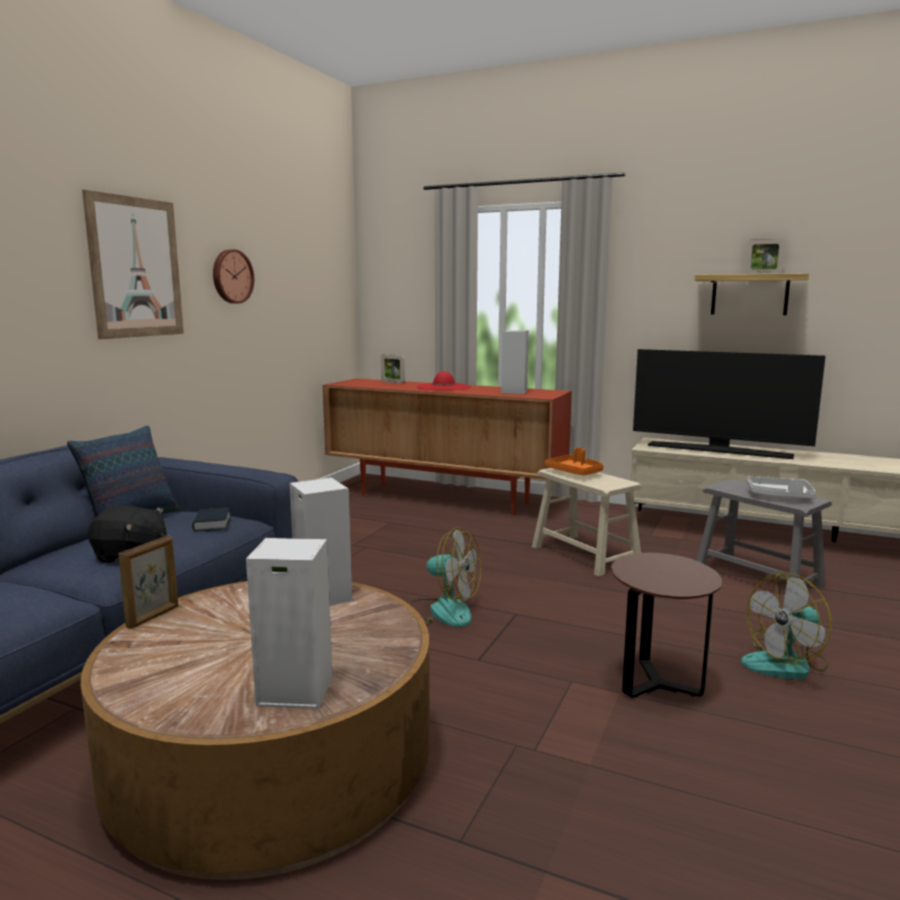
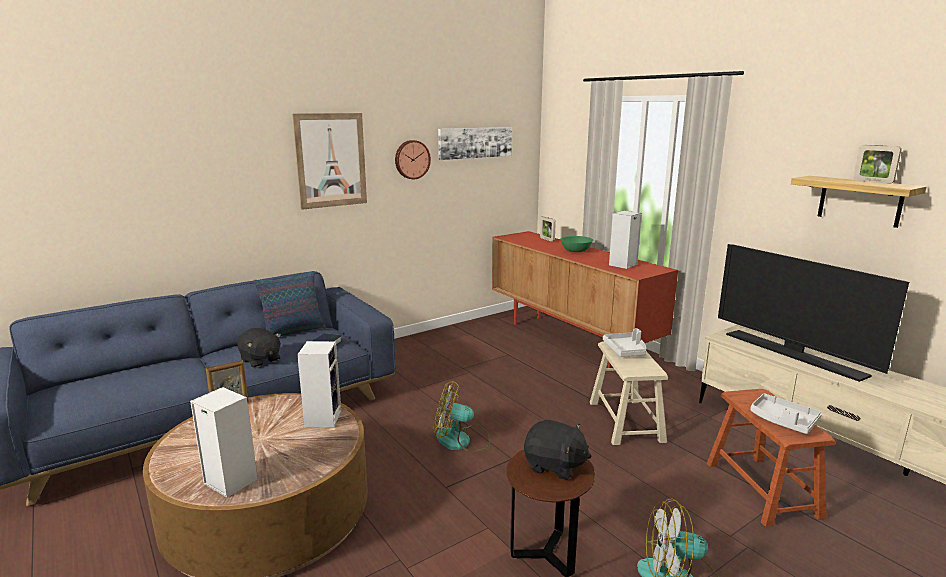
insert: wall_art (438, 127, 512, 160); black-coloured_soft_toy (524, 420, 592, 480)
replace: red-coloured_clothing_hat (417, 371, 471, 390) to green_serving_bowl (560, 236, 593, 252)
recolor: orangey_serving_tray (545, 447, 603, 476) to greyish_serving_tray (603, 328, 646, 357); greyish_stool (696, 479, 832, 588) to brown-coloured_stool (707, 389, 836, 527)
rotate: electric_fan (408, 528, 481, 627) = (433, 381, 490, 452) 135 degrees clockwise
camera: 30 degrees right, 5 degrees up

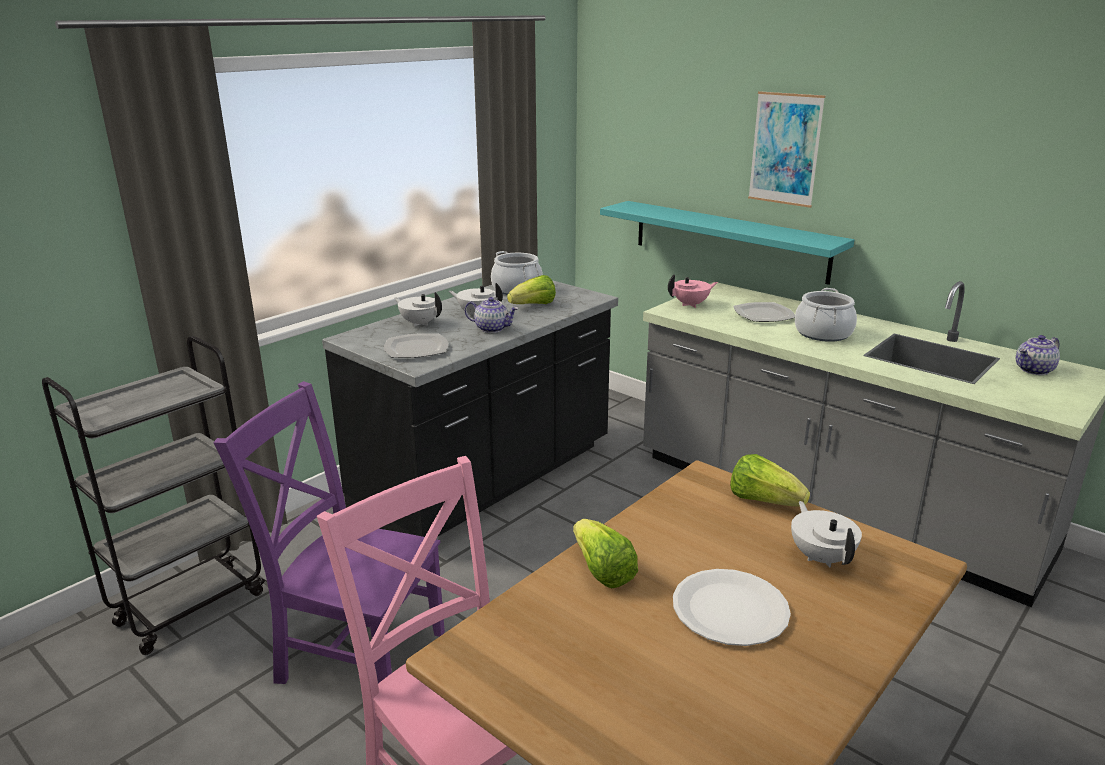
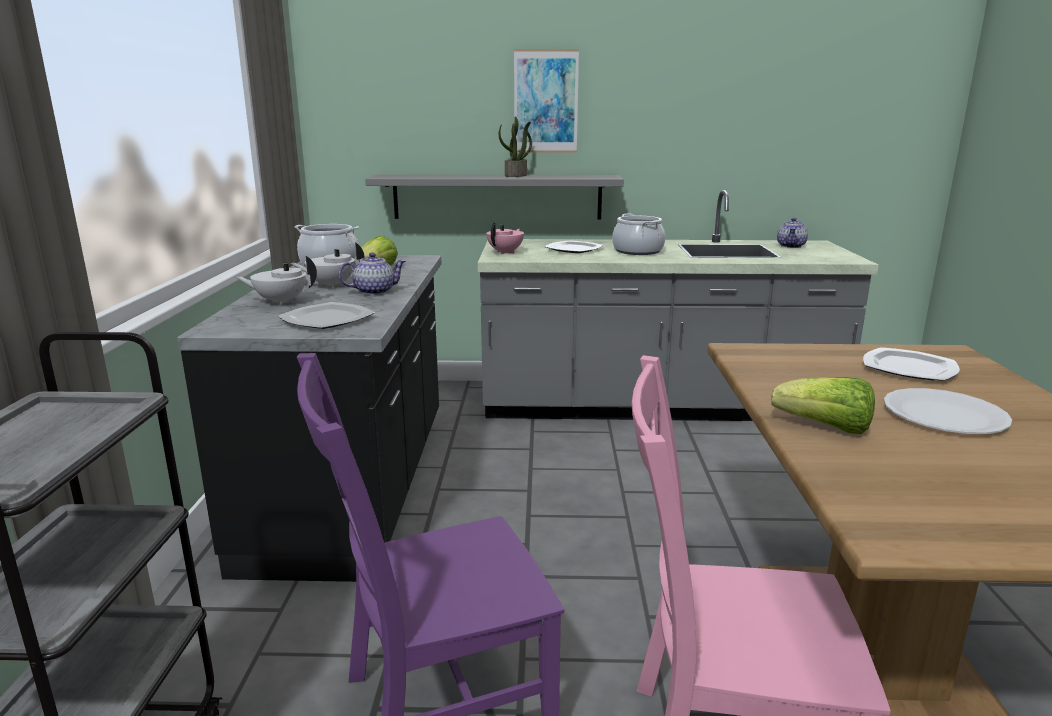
delete: head_of_lettuce (730, 454, 810, 506)
insert: potted_plant (499, 116, 532, 177)
replace: white-coloured_pot_for_tea (791, 501, 862, 568) to dinner_plate (863, 347, 960, 381)
recolor: turquoise-coloured_shelf (600, 201, 854, 285) to greyish_shelf (365, 174, 624, 220)
camera: 40 degrees left, 5 degrees down

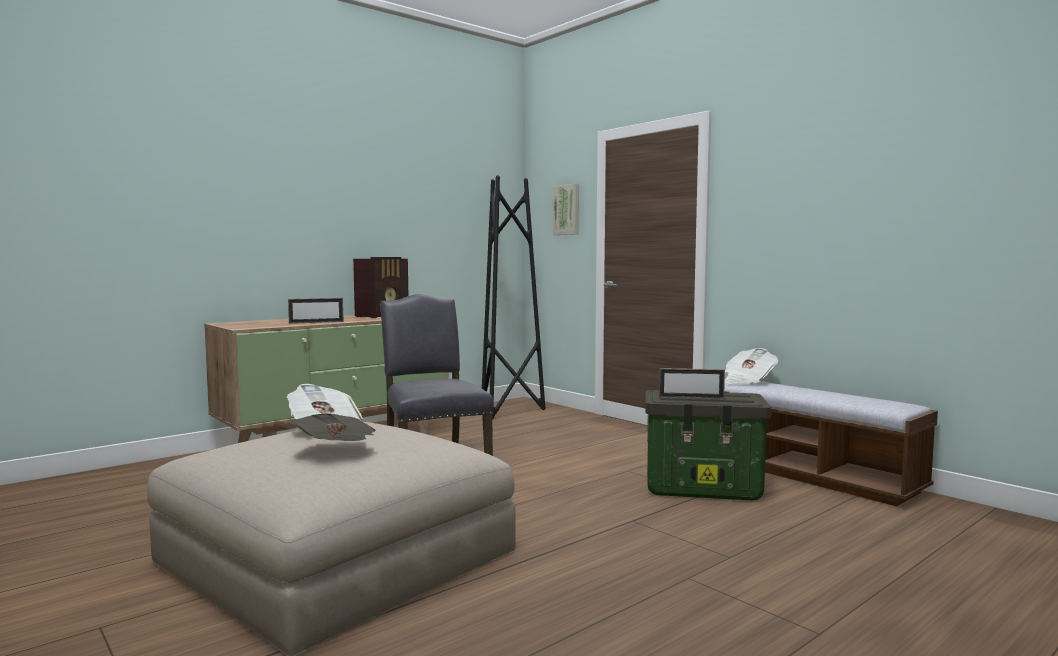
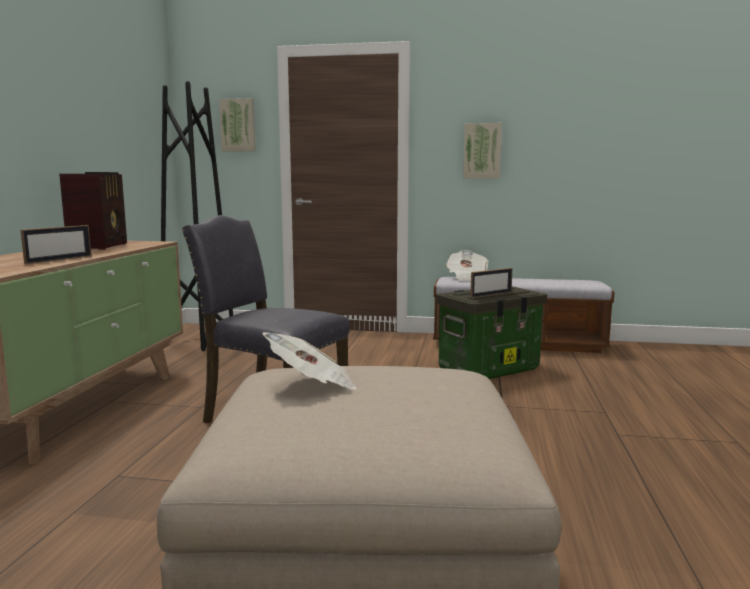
delete: daily_paper (289, 413, 375, 441)
insert: wall_art (463, 123, 502, 178)
camera: 40 degrees left, 5 degrees up

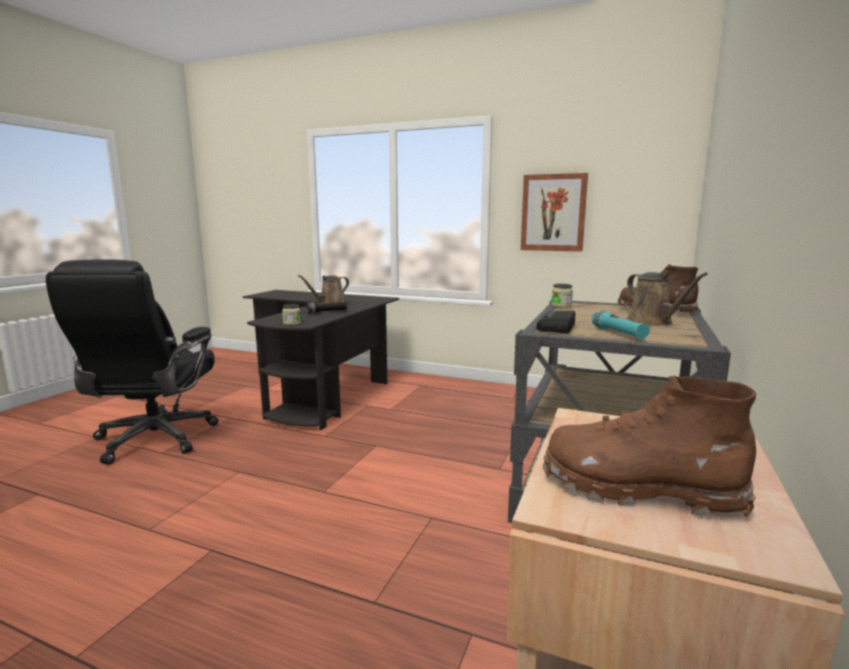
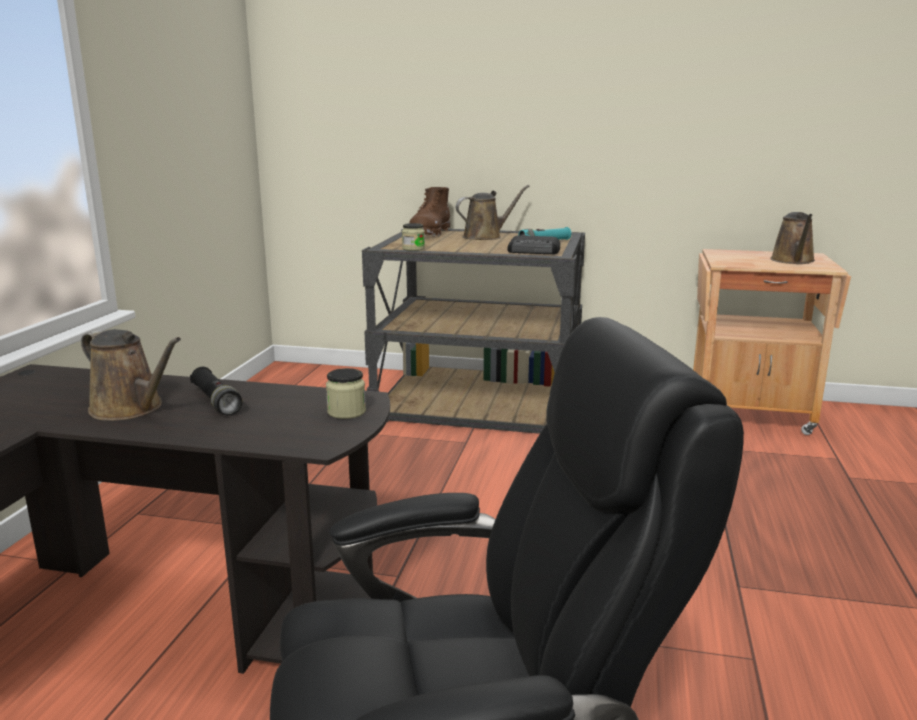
delete: wall_art (521, 173, 588, 252)
replace: brown-coloured_tall_boot (542, 376, 756, 517) to brown-coloured_watering_pot (770, 212, 815, 264)
camera: 100 degrees left, 5 degrees up

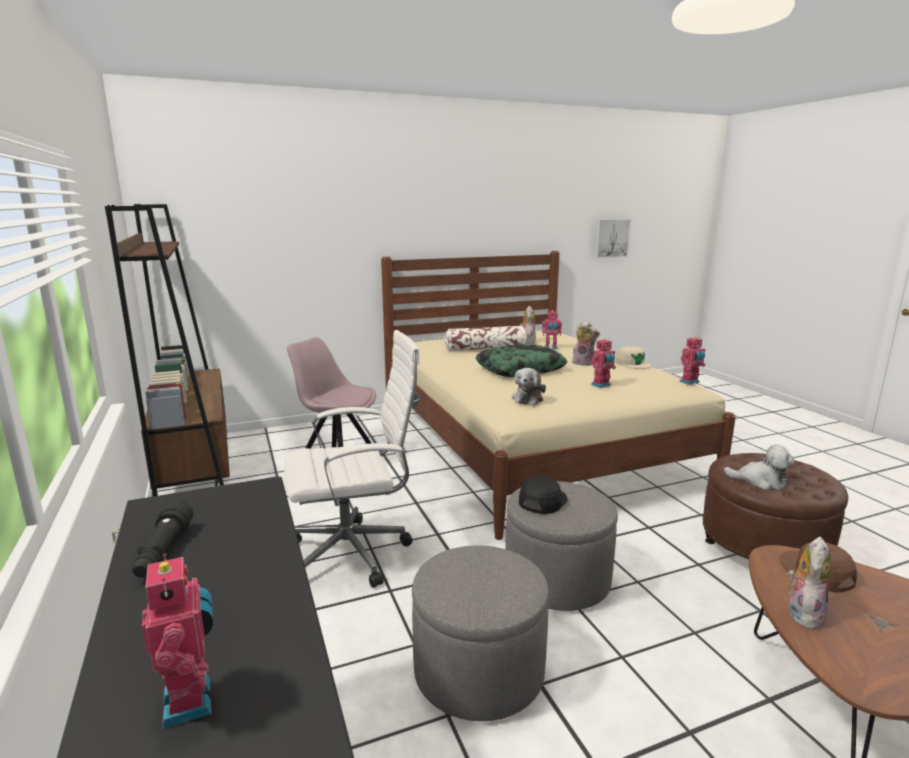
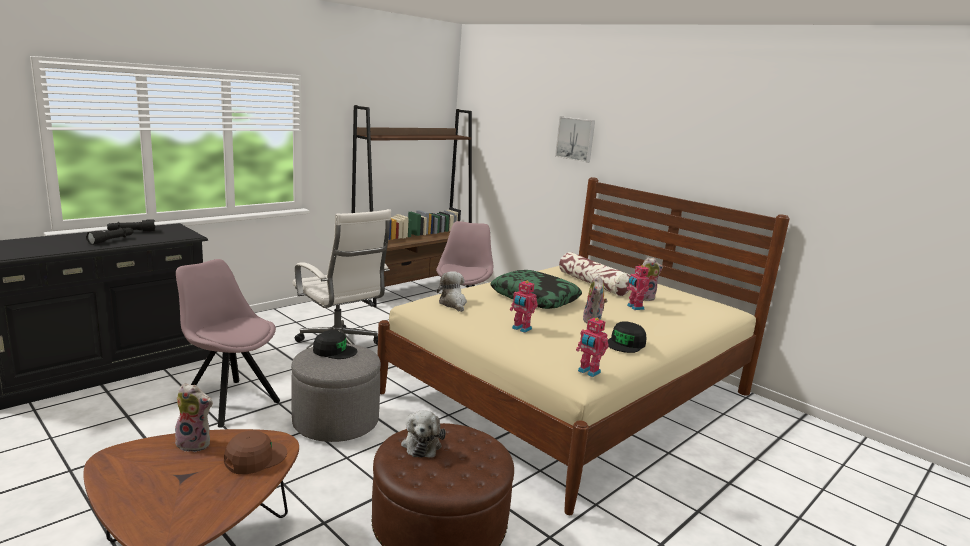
delete: robot_figure (142, 554, 213, 729)
insert: black-coloured_hand_torch (86, 227, 134, 245)
move: wall_art (594, 219, 631, 258) to (555, 117, 595, 162)
replace: greyish_ottoman (412, 545, 549, 721) to pinkish_plain_chair (176, 259, 280, 428)
recolor: beige-coloured_cap (615, 346, 651, 369) to black-coloured_cap (608, 322, 647, 353)
rotate: soft_toy (512, 368, 546, 405) = (437, 271, 467, 312) 75 degrees clockwise
camera: 65 degrees right, 0 degrees up

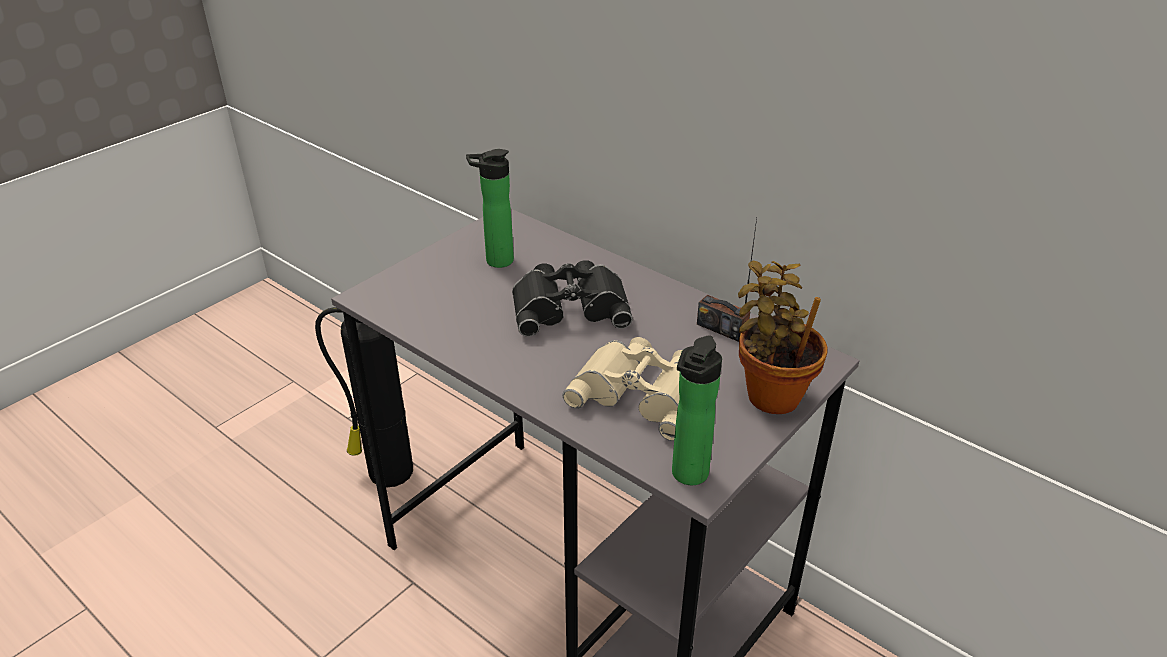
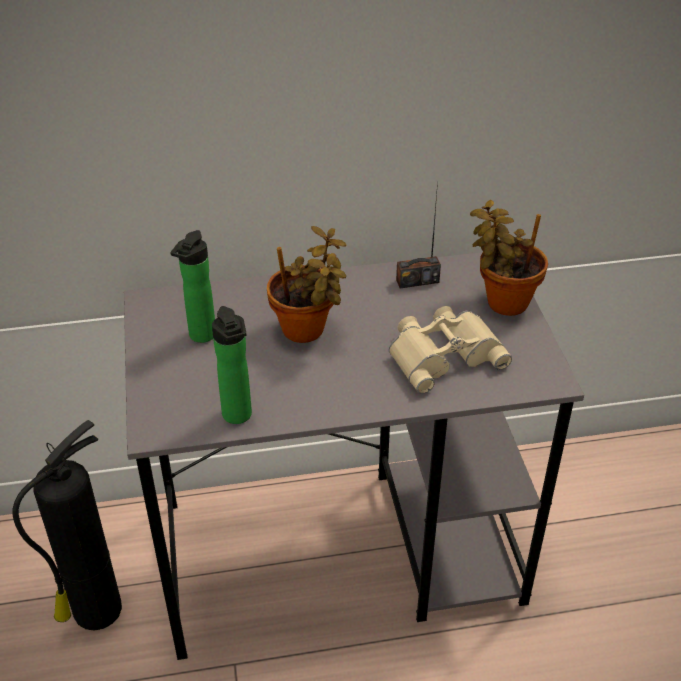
move: beverage_bottle (672, 335, 722, 485) to (212, 306, 252, 424)
replace: black-coloured_pair_of_binoculars (512, 260, 633, 337) to potted_plant (267, 226, 346, 343)
camera: 50 degrees left, 5 degrees up

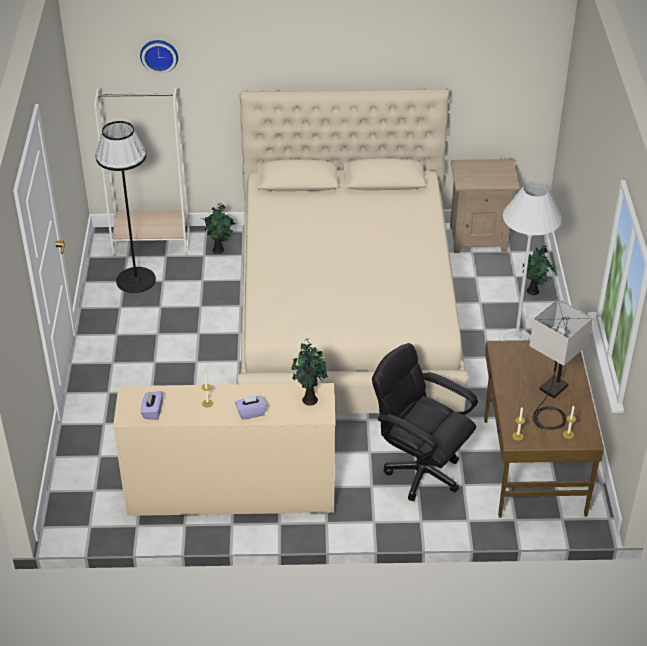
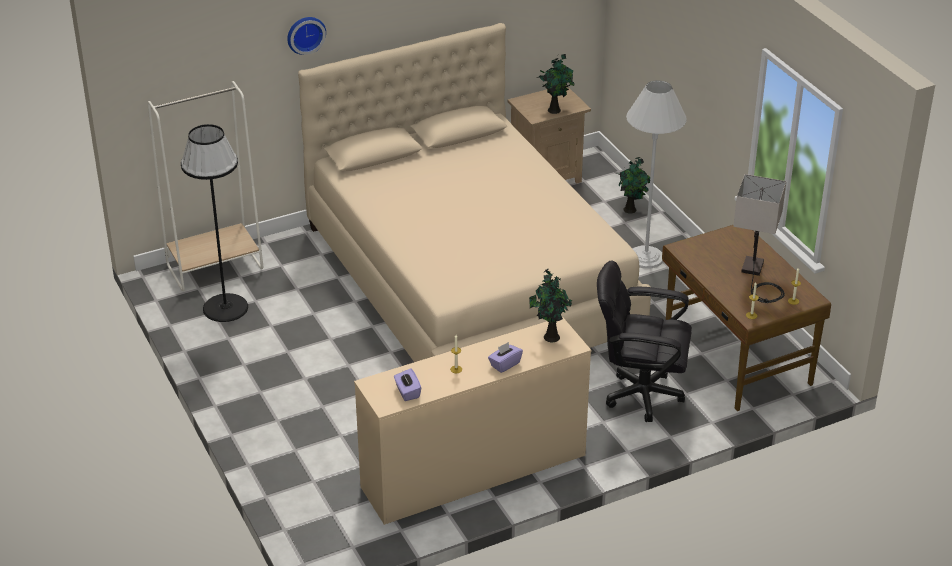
move: clock_on_the_wall (140, 40, 178, 74) to (287, 17, 326, 55); potted_plant (204, 203, 235, 254) to (537, 54, 575, 114)
camera: 25 degrees left, 5 degrees down

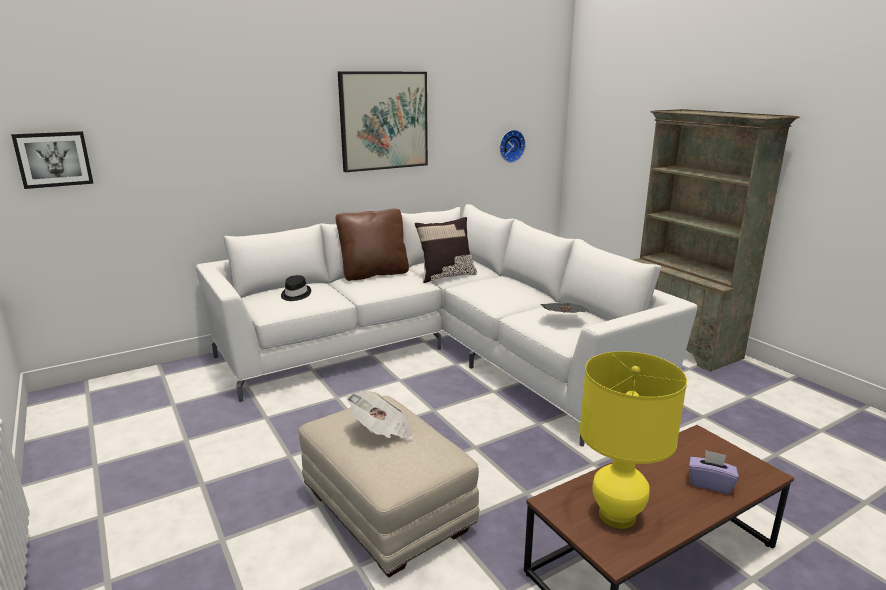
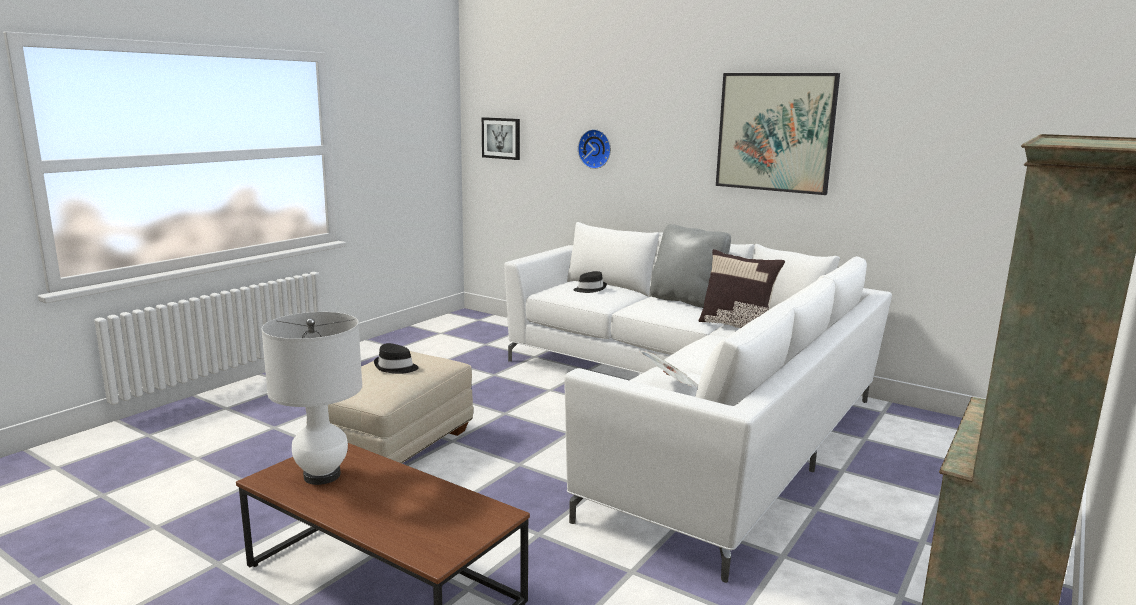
delete: purplish_tissue_holder (689, 450, 739, 494)
move: clock_on_the_wall (500, 130, 526, 163) to (578, 129, 611, 169)
replace: daily_paper (346, 391, 413, 440) to black-coloured_clothing_hat (374, 343, 419, 374)
recolor: brown-coloured_throw_pillow (336, 209, 409, 281) to greyish_throw_pillow (650, 224, 731, 308); yellow-coloured_table_lamp (580, 351, 687, 529) to white-coloured_table_lamp (261, 312, 362, 485)
camera: 65 degrees right, 5 degrees down

